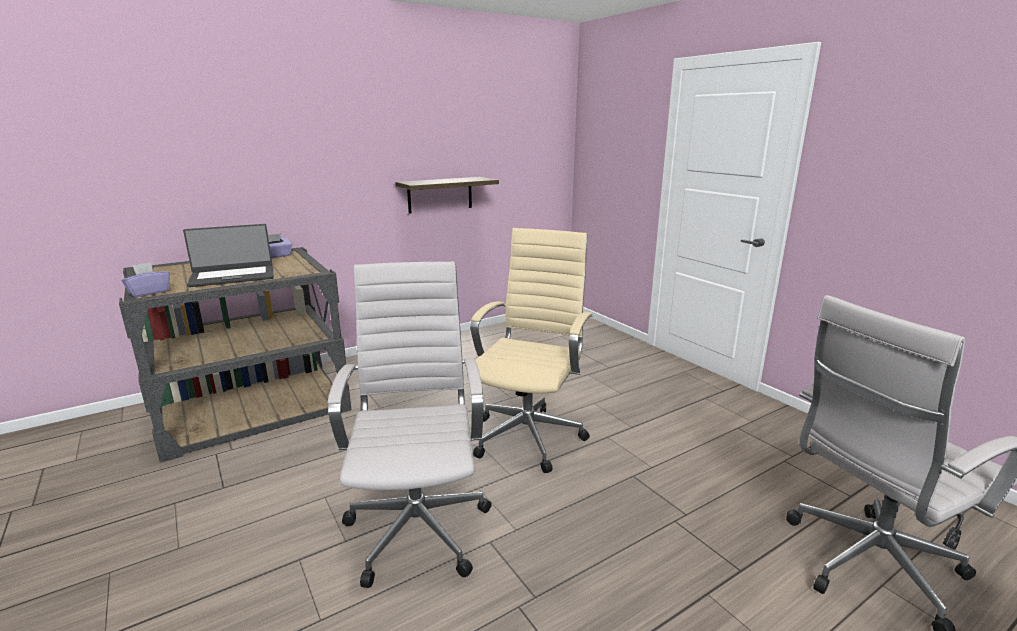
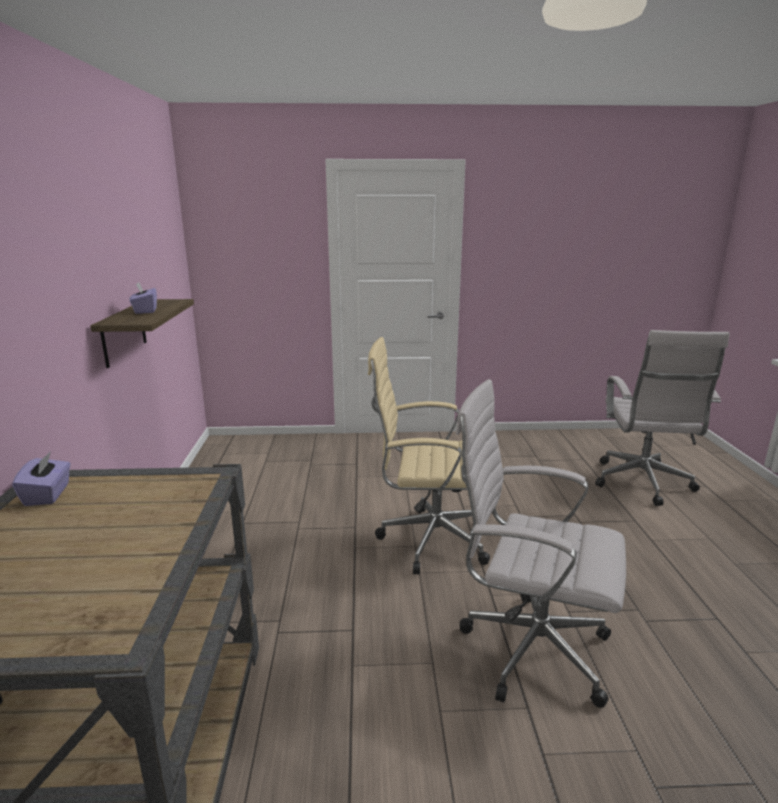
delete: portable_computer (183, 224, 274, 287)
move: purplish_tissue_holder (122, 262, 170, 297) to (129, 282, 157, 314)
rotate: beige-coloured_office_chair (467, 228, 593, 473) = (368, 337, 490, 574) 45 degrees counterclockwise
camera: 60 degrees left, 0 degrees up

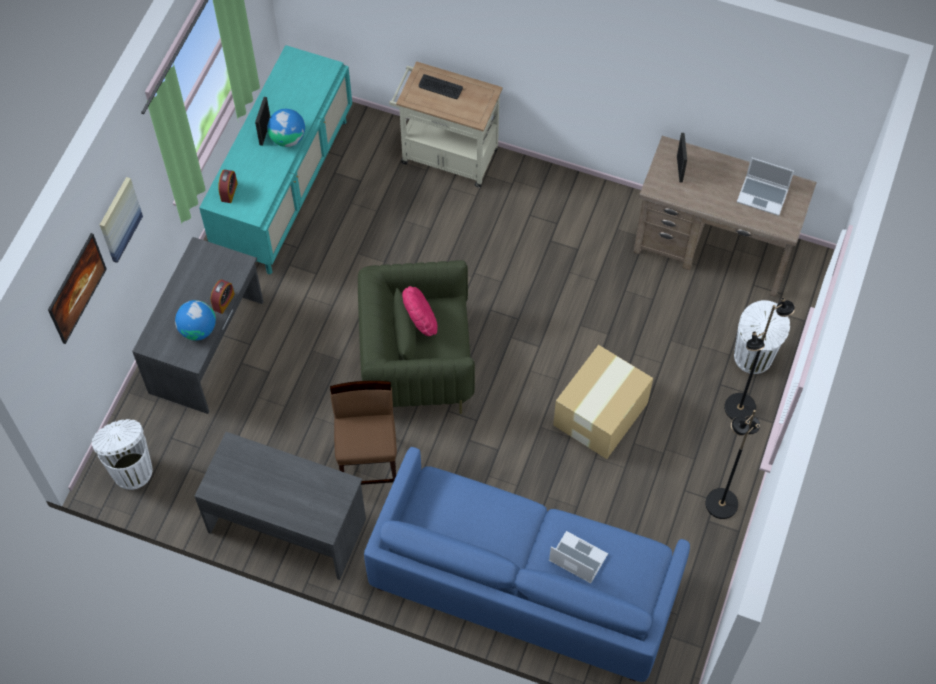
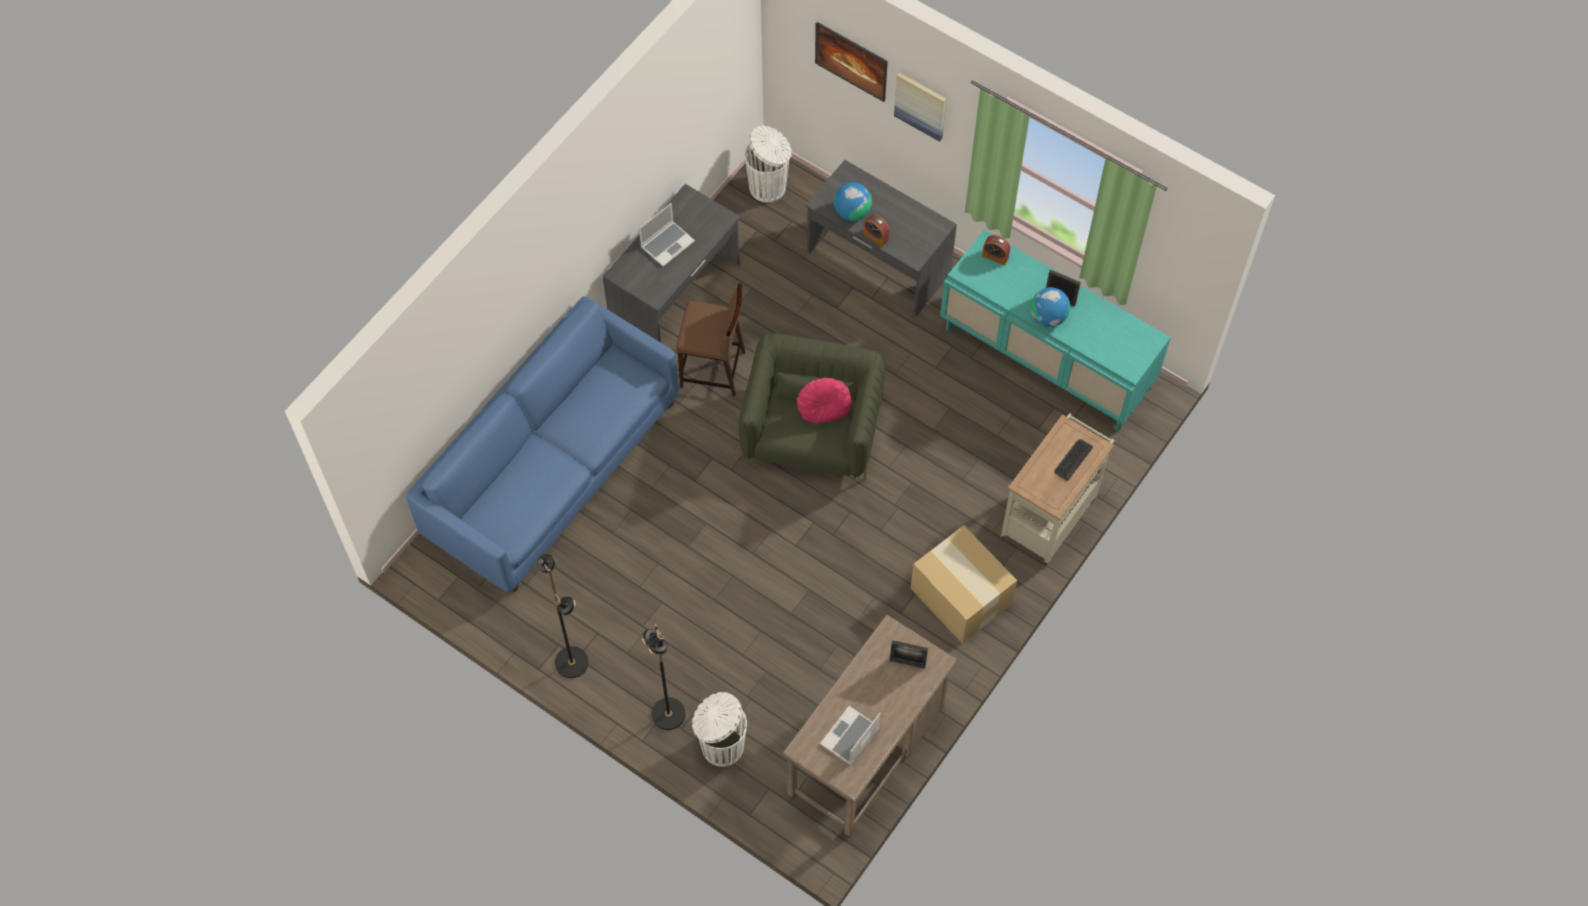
move: packing_box (553, 345, 653, 459) to (911, 525, 1017, 644); portable_computer (549, 531, 608, 583) to (639, 203, 695, 267)
camera: 105 degrees right, 0 degrees up

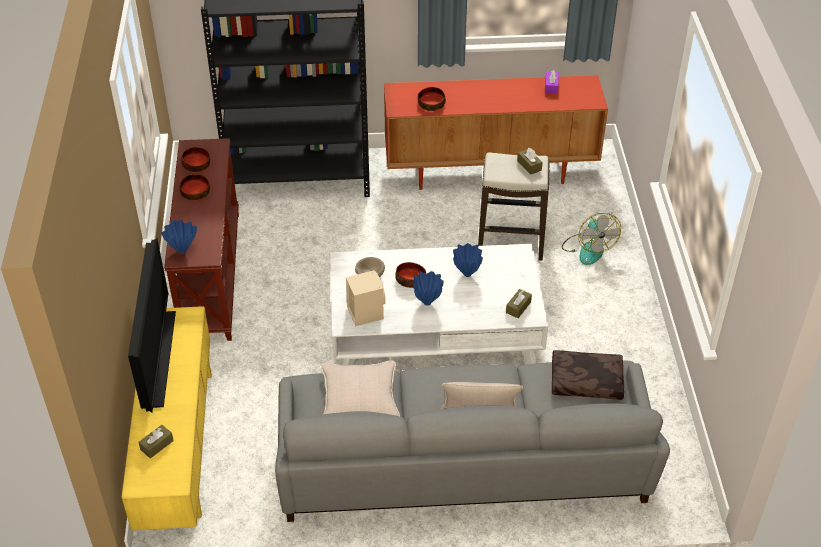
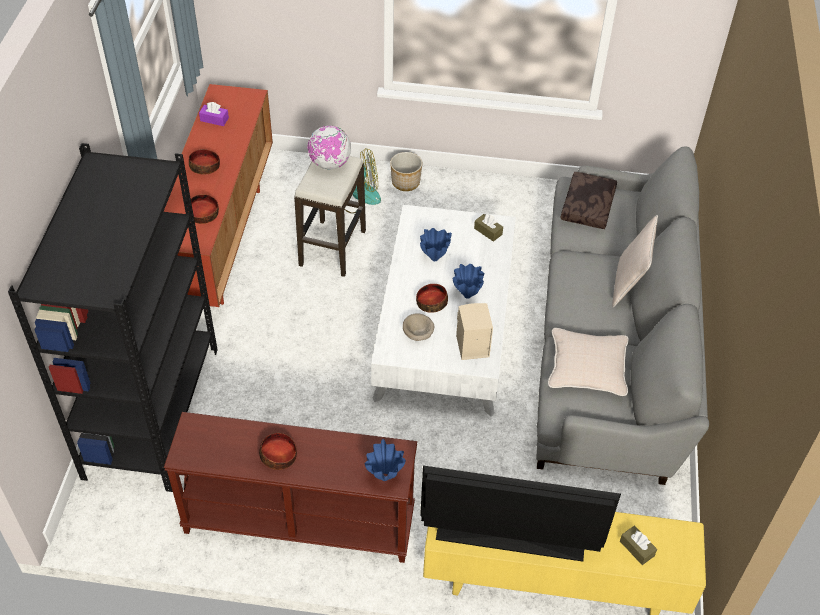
insert: planter (390, 152, 422, 191)
move: serving_bowl (181, 147, 210, 172) to (189, 149, 220, 175)
replace: brown-coloured_tissue_holder (517, 148, 543, 174) to world_globe (308, 126, 351, 170)
camera: 80 degrees left, 5 degrees up

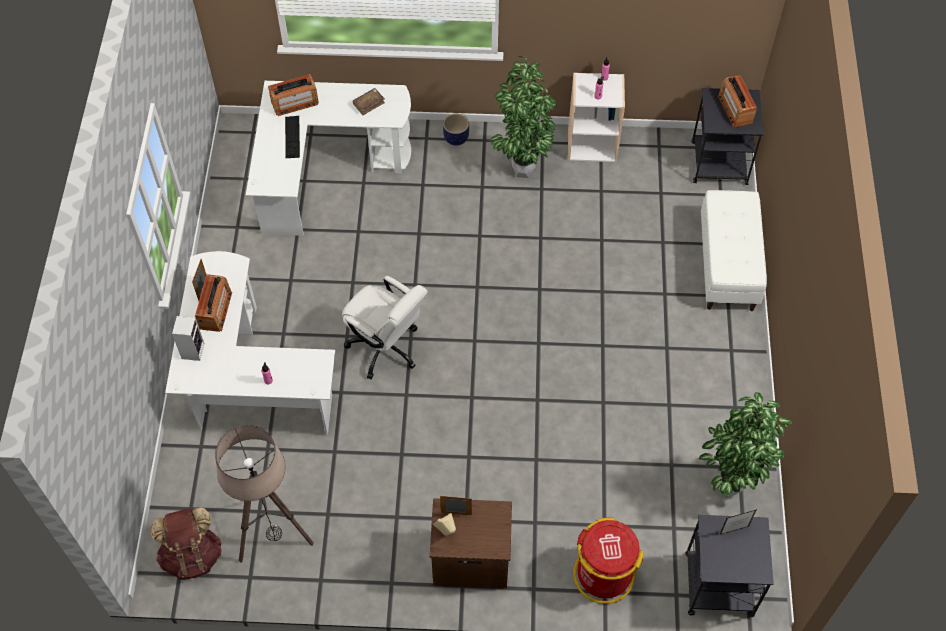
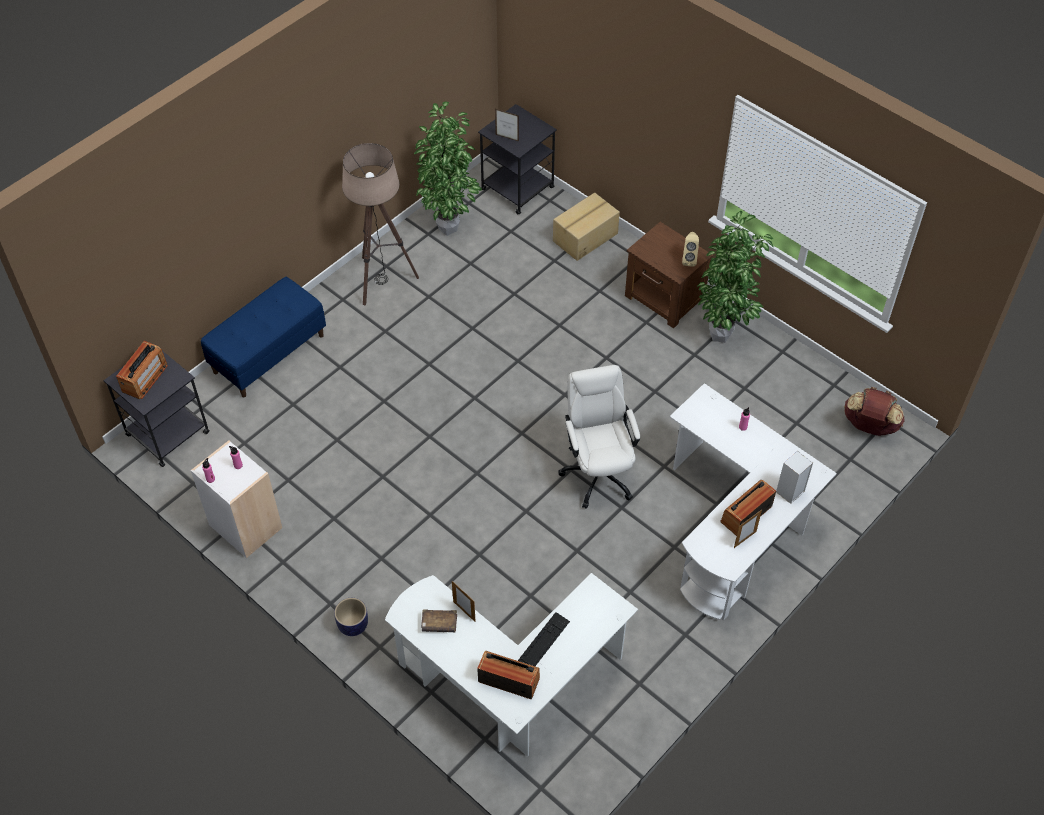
move: potted_plant (489, 56, 558, 178) to (697, 211, 774, 343); standard_lamp (215, 425, 314, 563) to (342, 143, 419, 305); picture_frame (440, 496, 472, 515) to (452, 581, 476, 622)
replace: red-coloured_waste_bin (573, 517, 644, 604) to packing_box (553, 193, 620, 261)
recolor: white-coloured_indoor_bench (701, 190, 767, 311) to blue_indoor_bench (201, 277, 326, 398)
camera: 140 degrees left, 5 degrees down

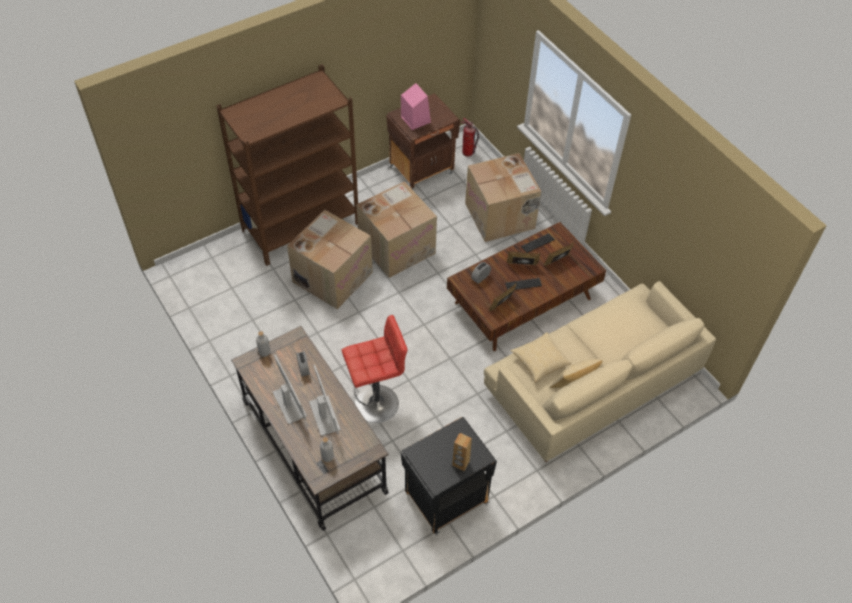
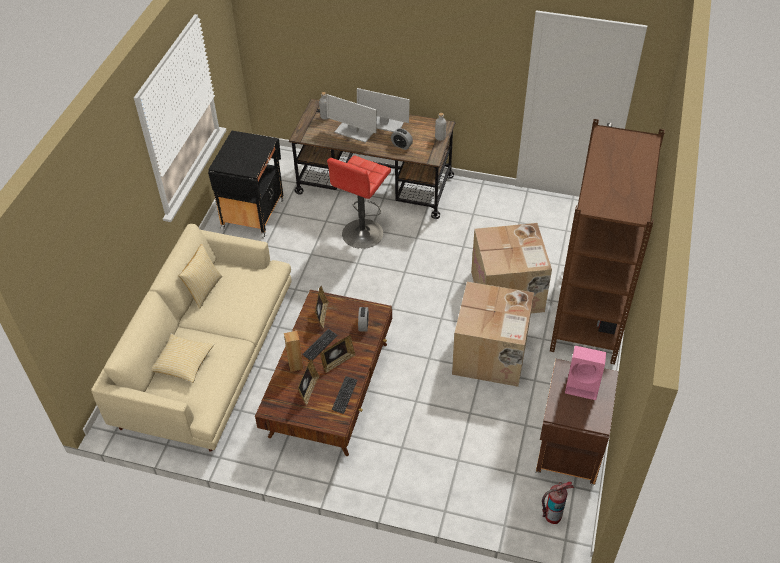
delete: packing_box (465, 153, 541, 242)
move: throw_pillow (510, 332, 571, 383) to (152, 334, 214, 383); brown-coloured_audio_speaker (452, 433, 472, 471) to (284, 331, 303, 372)
camera: 140 degrees right, 5 degrees down

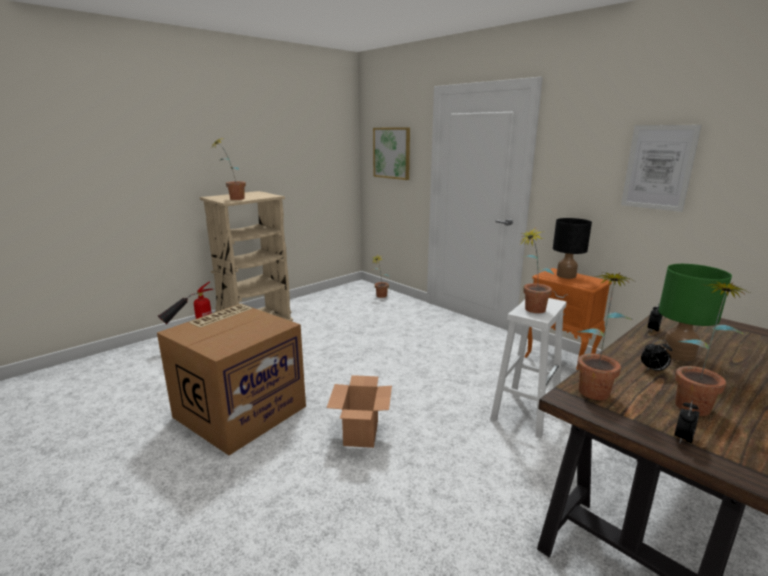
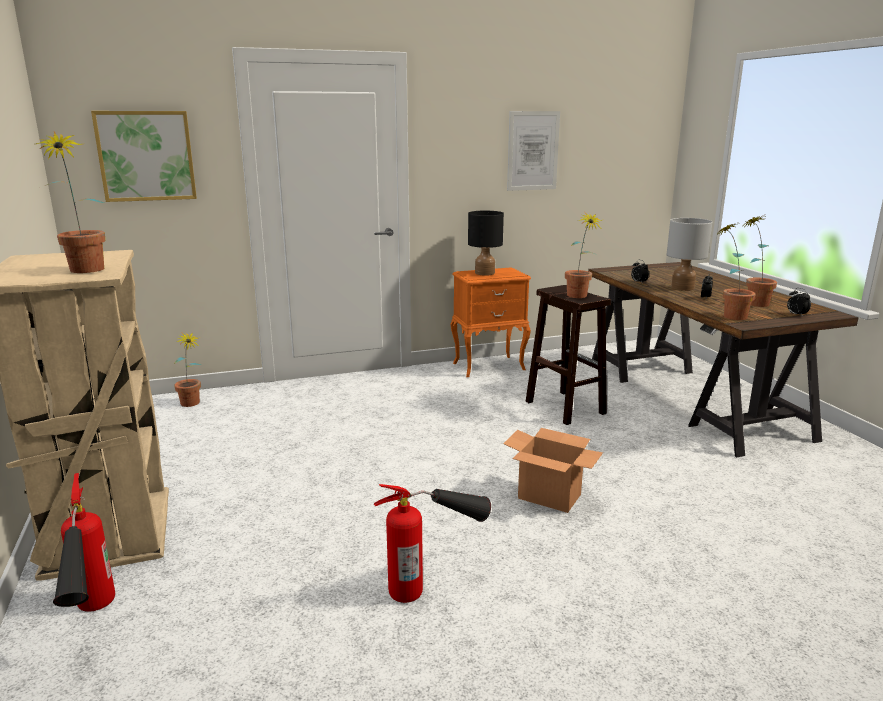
replace: packing_box (157, 304, 306, 455) to extinguisher (374, 484, 491, 603)
recolor: green_table_lamp (658, 264, 732, 361) to greyish_table_lamp (667, 218, 712, 291); white-coloured_stool (490, 298, 567, 438) to brown-coloured_stool (526, 285, 611, 425)
camera: 65 degrees left, 0 degrees up

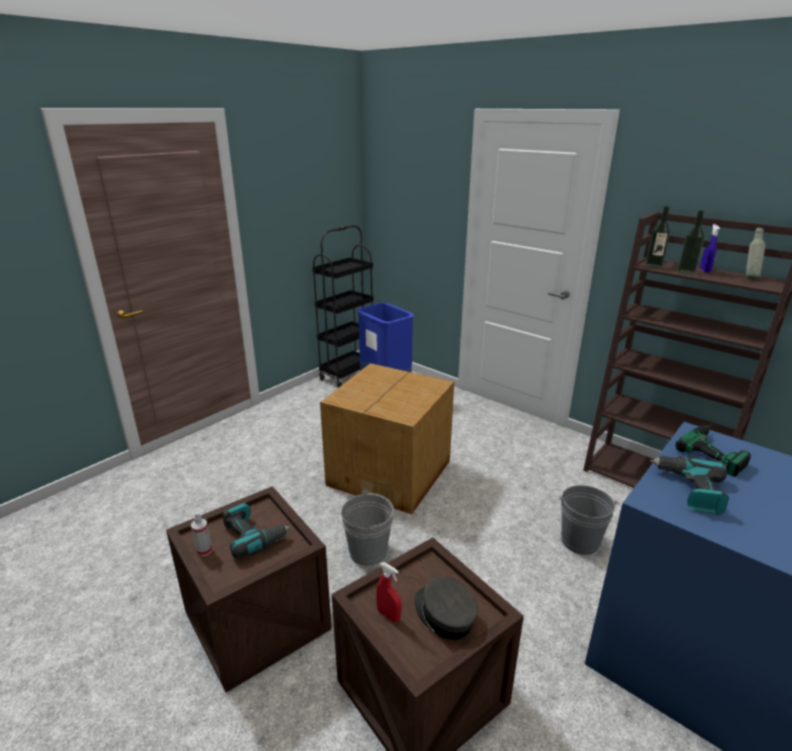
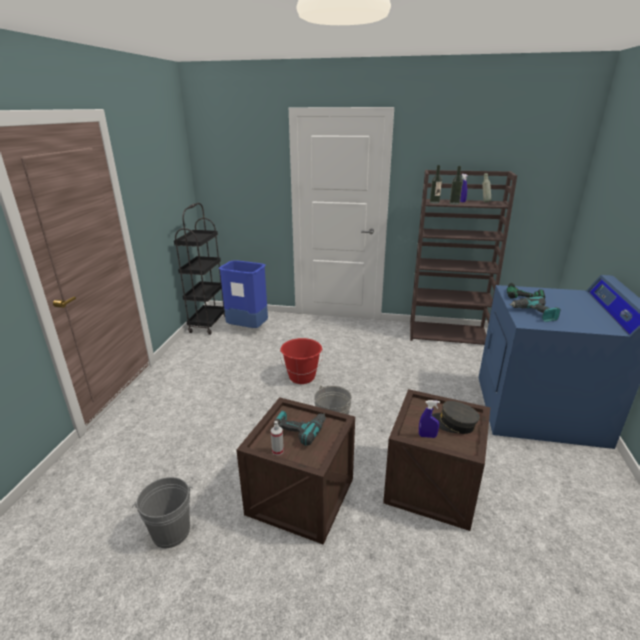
move: greyish_bucket (559, 485, 619, 555) to (132, 477, 193, 548)
replace: packing_box (320, 363, 454, 515) to red-coloured_bucket (280, 338, 323, 384)
recolor: red-coloured_sprayer (376, 563, 402, 622) to blue_sprayer (419, 400, 440, 438)
camera: 30 degrees left, 0 degrees up

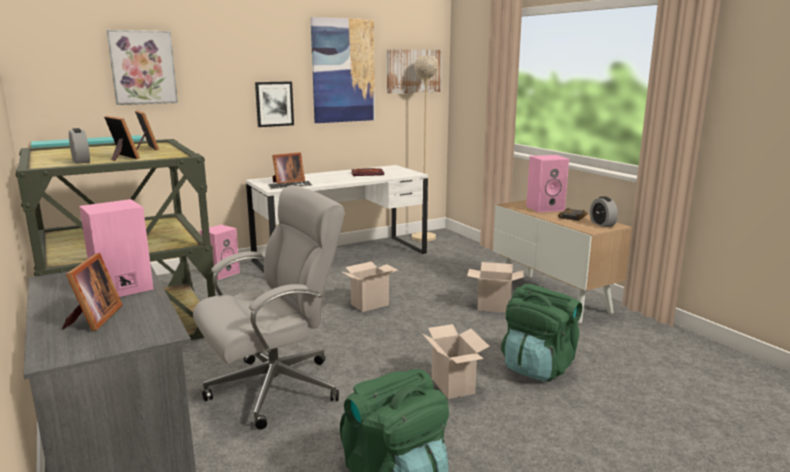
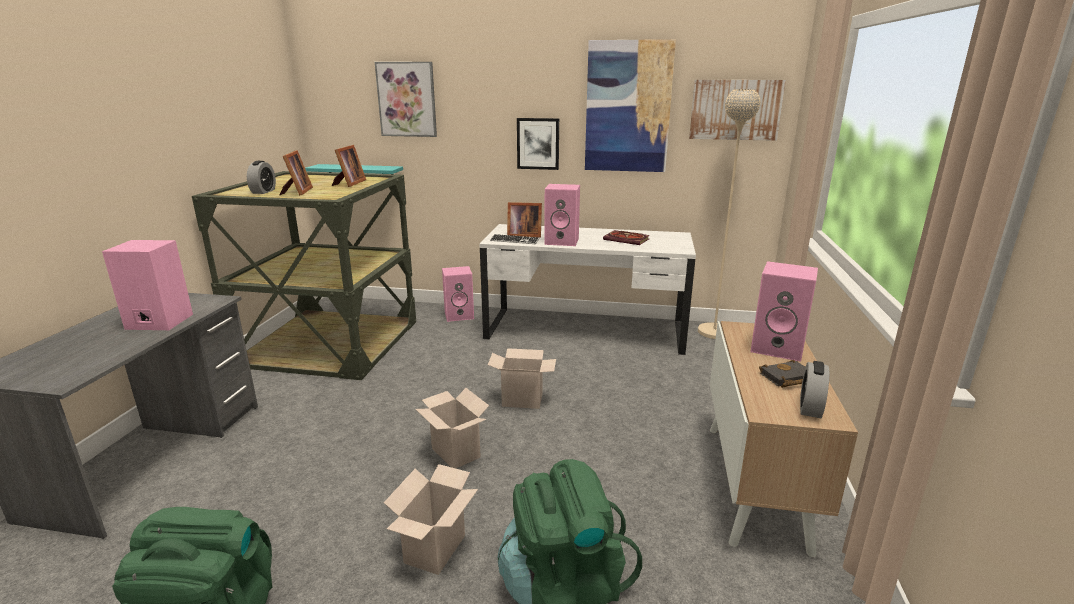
delete: greyish_office_chair (193, 185, 345, 430); picture_frame (62, 253, 123, 331)
insert: pinkish_audio_speaker (544, 184, 580, 246)
move: packing_box (467, 262, 524, 313) to (415, 388, 489, 468)
camera: 40 degrees right, 5 degrees up

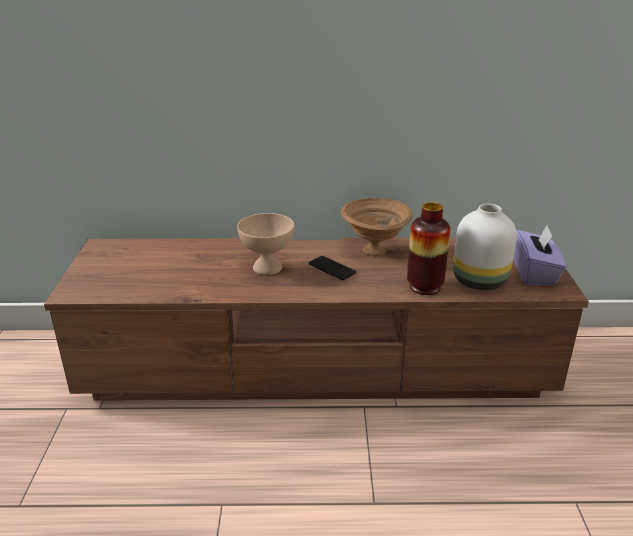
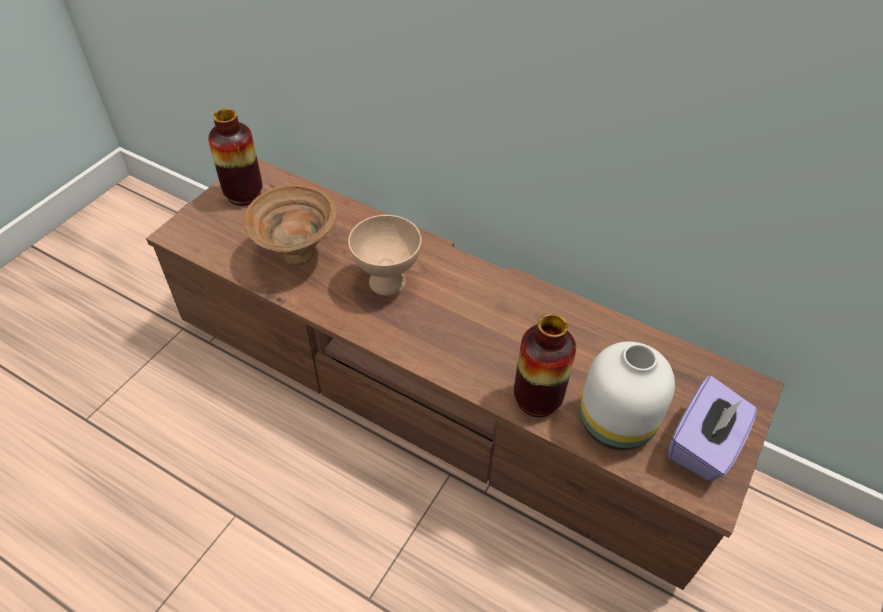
delete: handset (309, 256, 356, 280)
insert: flower_vase (208, 109, 263, 206)
move: brown-coloured_serving_bowl (341, 198, 413, 256) to (244, 185, 337, 265)
camera: 30 degrees right, 20 degrees up

